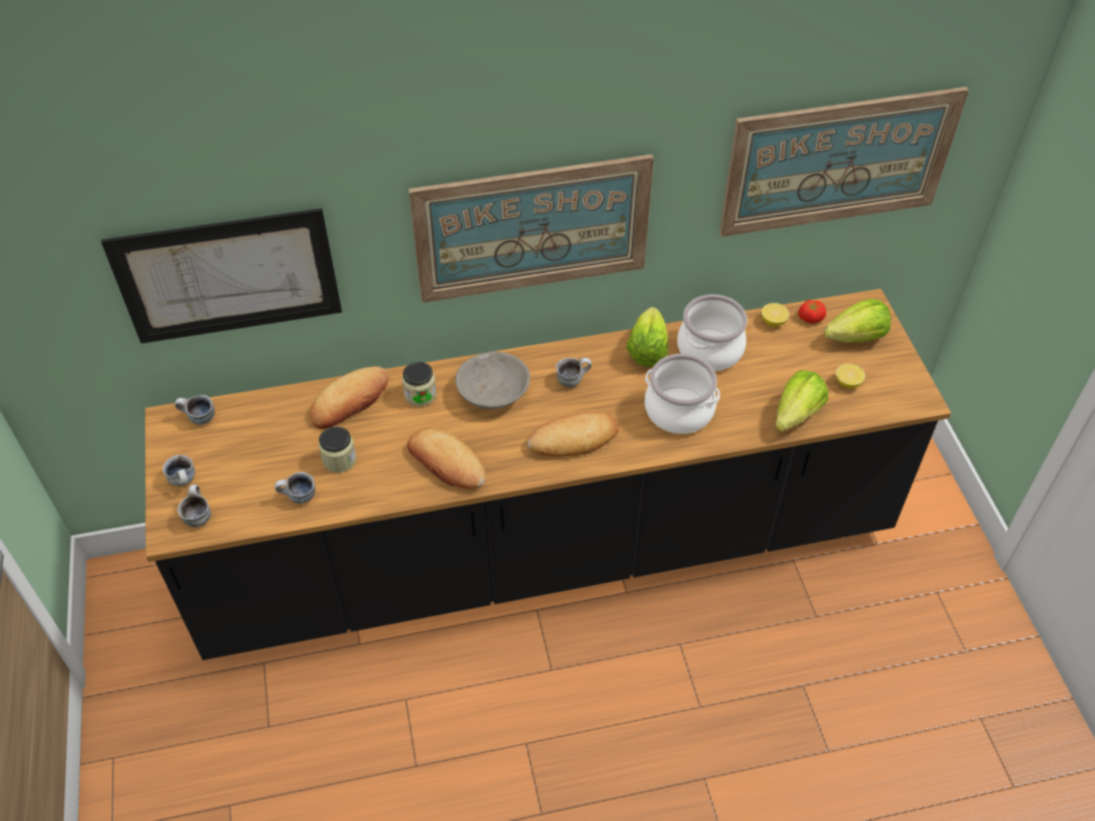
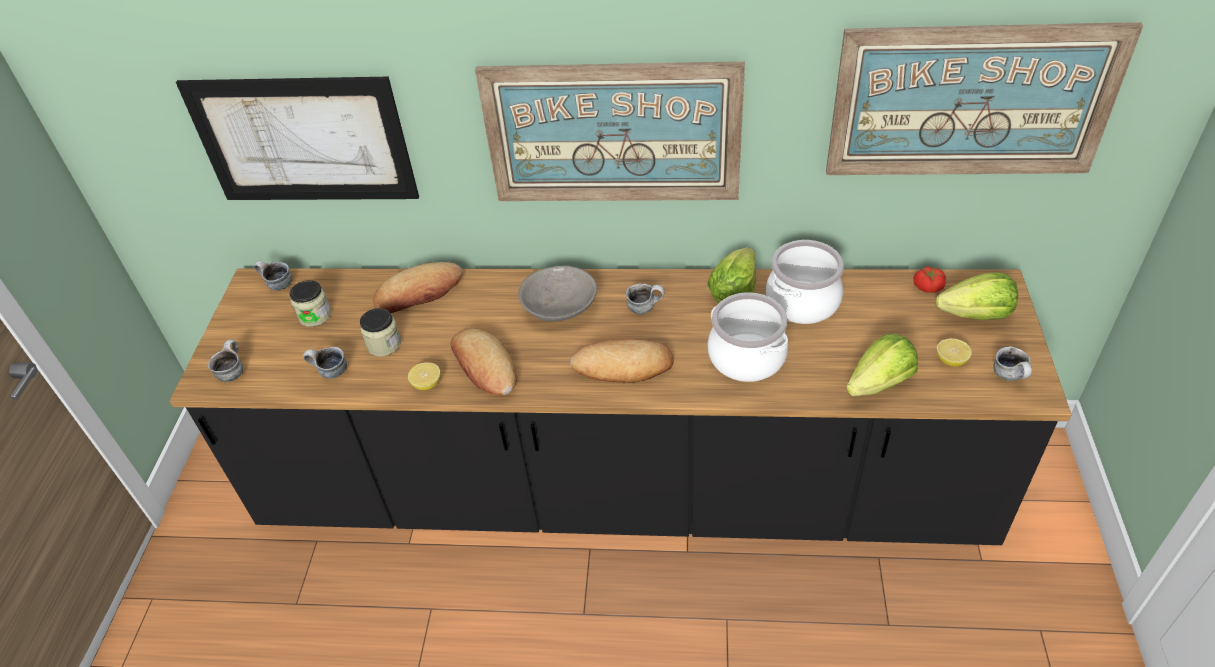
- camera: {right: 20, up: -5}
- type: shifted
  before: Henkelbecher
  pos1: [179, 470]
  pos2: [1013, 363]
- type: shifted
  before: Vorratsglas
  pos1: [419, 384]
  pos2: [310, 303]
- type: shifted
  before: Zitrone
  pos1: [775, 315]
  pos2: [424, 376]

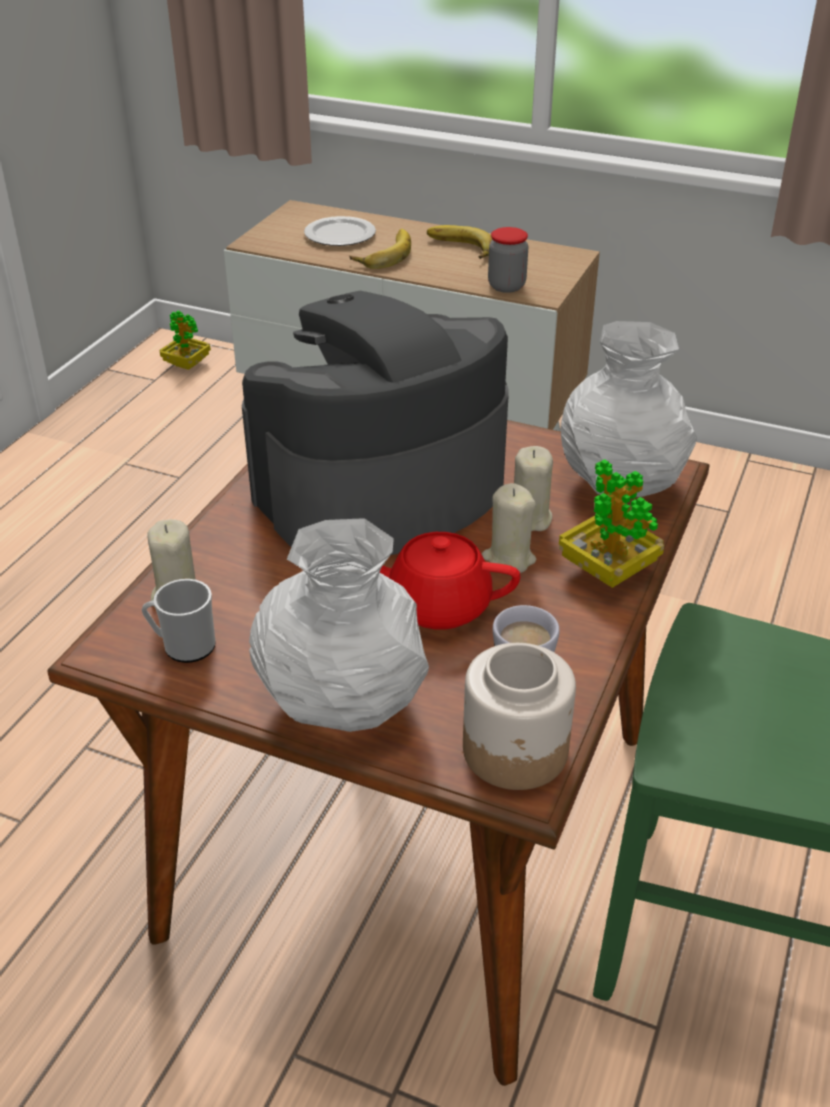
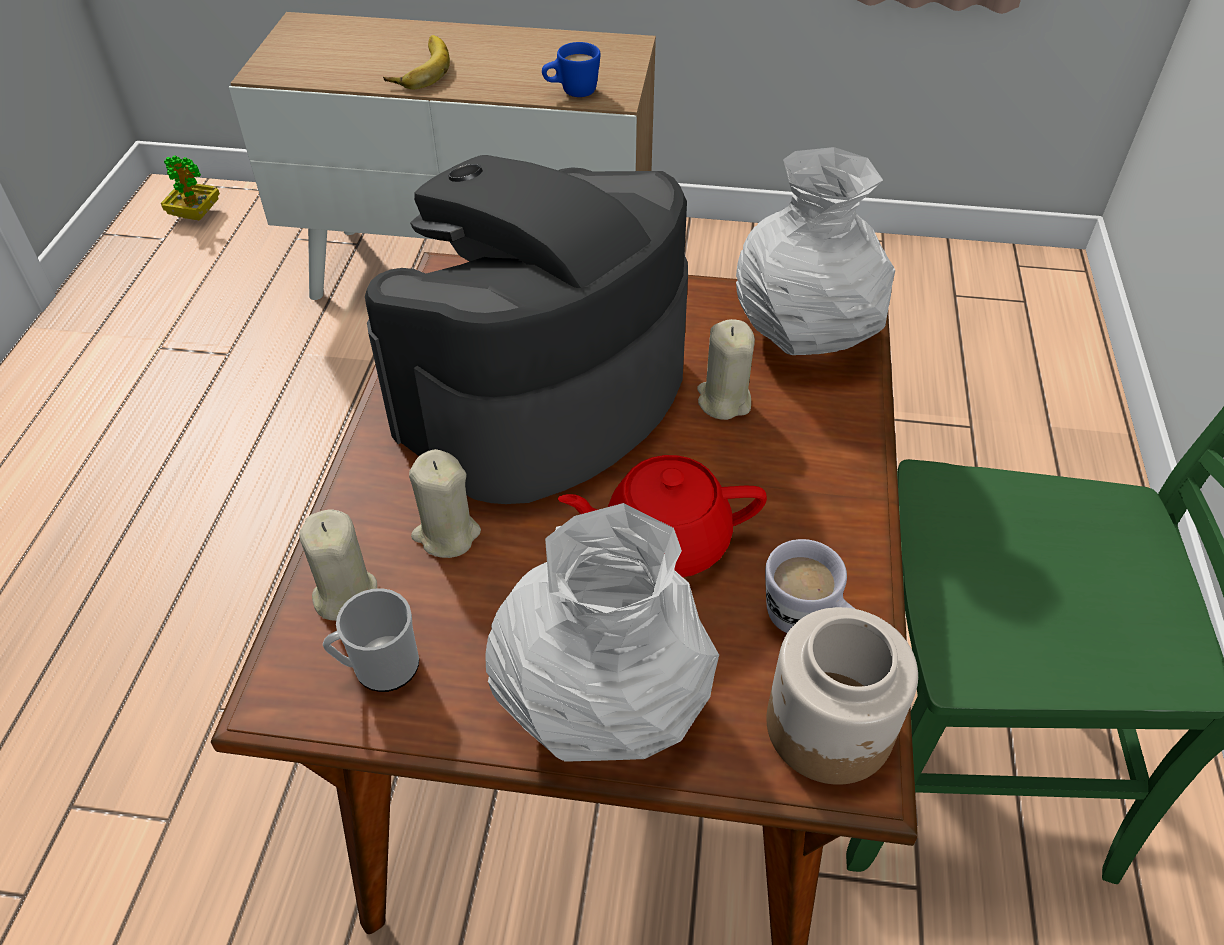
- camera: {right: -15, up: 10}
- type: gone
  before: Teller
  pos1: [340, 231]
- type: gone
  before: Banane
  pos1: [460, 242]
- type: gone
  before: Topfpflanze
  pos1: [611, 523]
- type: shifted
  before: Kerze (beige)
  pos1: [509, 528]
  pos2: [445, 503]
- type: swapped
  before: Vorratsglas
  after: Henkelbecher (blau)
  pos1: [508, 260]
  pos2: [571, 69]

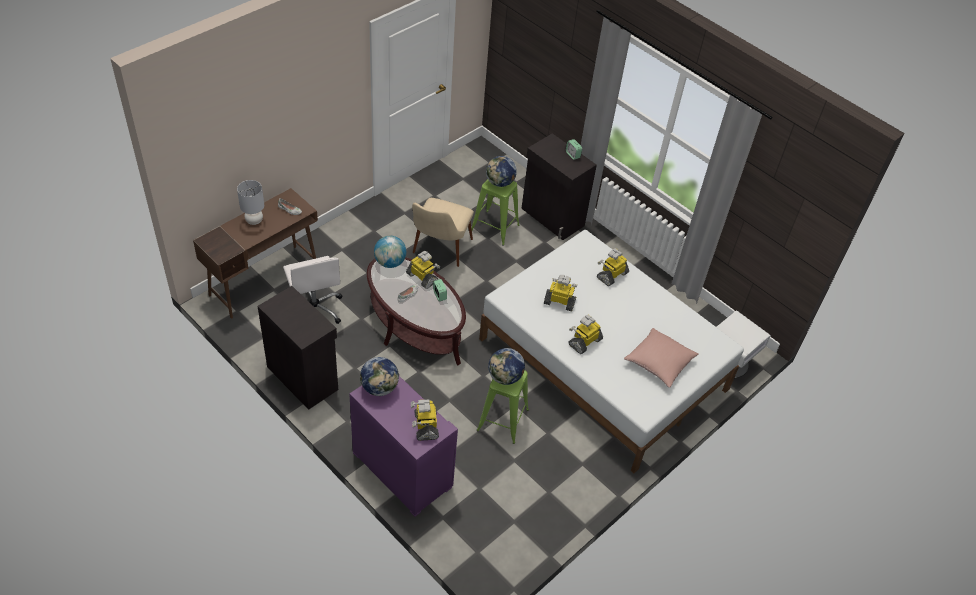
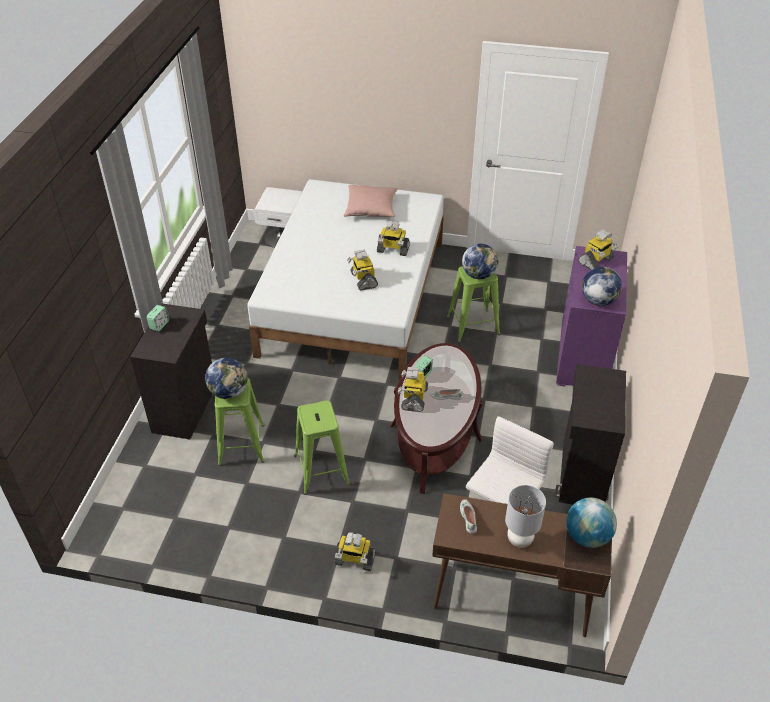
- camera: {right: -120, up: -5}
- type: shifted
  before: Globus
  pos1: [390, 252]
  pos2: [591, 523]
- type: shifted
  before: Spielzeugroboter
  pos1: [613, 267]
  pos2: [355, 551]
- type: swapped
  before: Stuhl (beige)
  after: Hocker (grün)
  pos1: [443, 232]
  pos2: [322, 447]

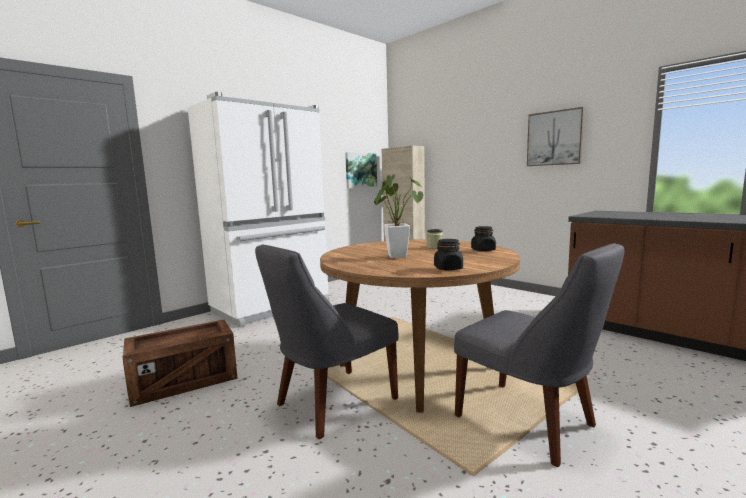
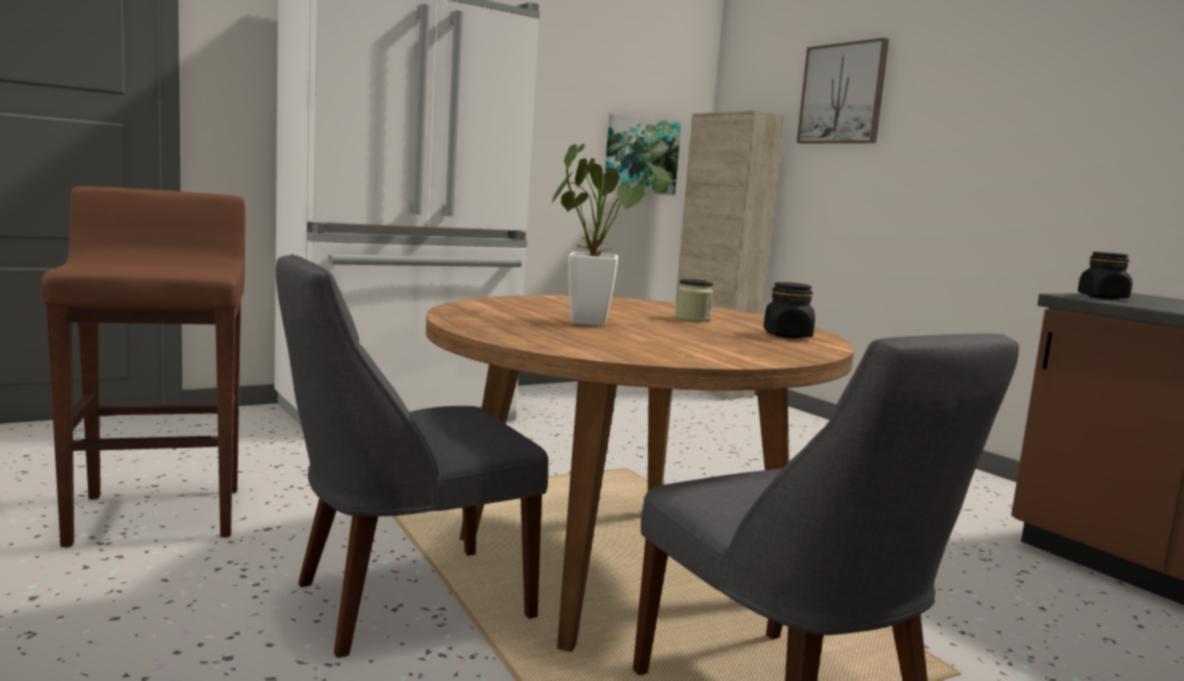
- camera: {right: 10, up: 0}
- type: shifted
  before: Vorratsglas (schwarz)
  pos1: [448, 255]
  pos2: [1105, 275]
- type: shifted
  before: Bild
  pos1: [556, 136]
  pos2: [843, 91]
- type: swapped
  before: Kiste
  after: Hocker (braun)
  pos1: [180, 363]
  pos2: [143, 366]

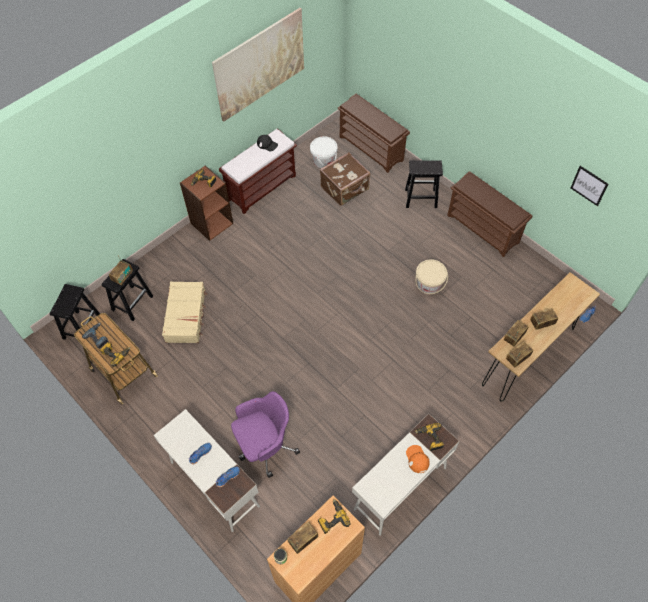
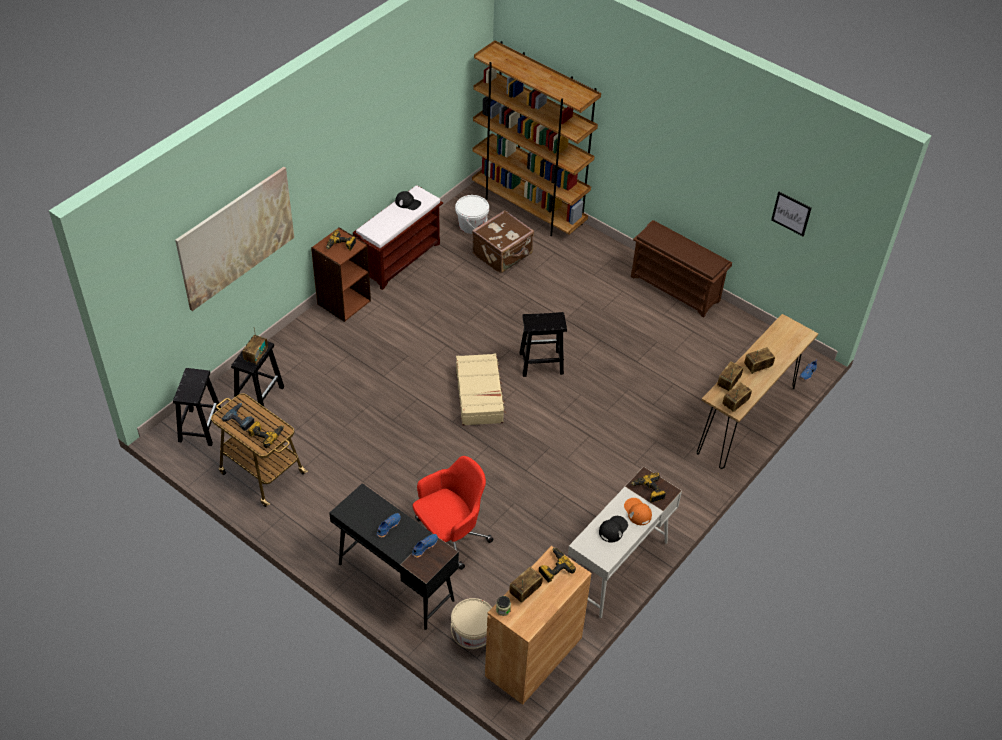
- camera: {right: -10, up: -10}
- type: new
  after: Kappe (schwarz)
  pos2: [613, 529]
- type: shifted
  before: Koffer (beige)
  pos1: [184, 312]
  pos2: [481, 390]
- type: shifted
  before: Bild
  pos1: [258, 65]
  pos2: [234, 239]
- type: shifted
  before: Hocker (schwarz)
  pos1: [424, 184]
  pos2: [543, 344]
- type: shifted
  before: Eimer (beige)
  pos1: [431, 276]
  pos2: [471, 623]
- type: swapped
  before: Schuhregal (braun)
  after: Bücherregal (braun)
  pos1: [374, 133]
  pos2: [536, 138]
- type: repainted
  before: Schreibtisch (weiß)
  after: Schreibtisch (schwarz)
  pos1: [207, 470]
  pos2: [394, 556]
- type: repainted
  before: Bürostuhl (lila)
  after: Bürostuhl (rot)
  pos1: [265, 434]
  pos2: [453, 513]

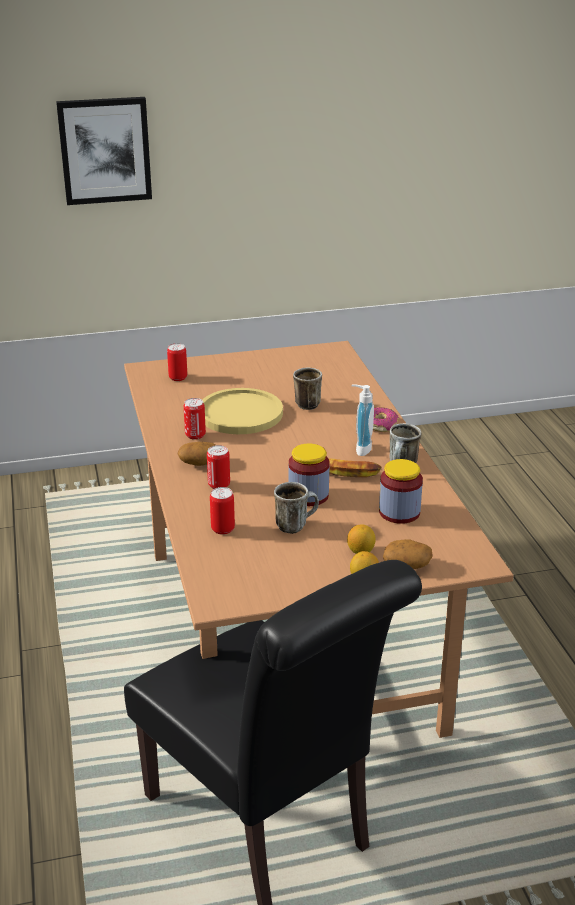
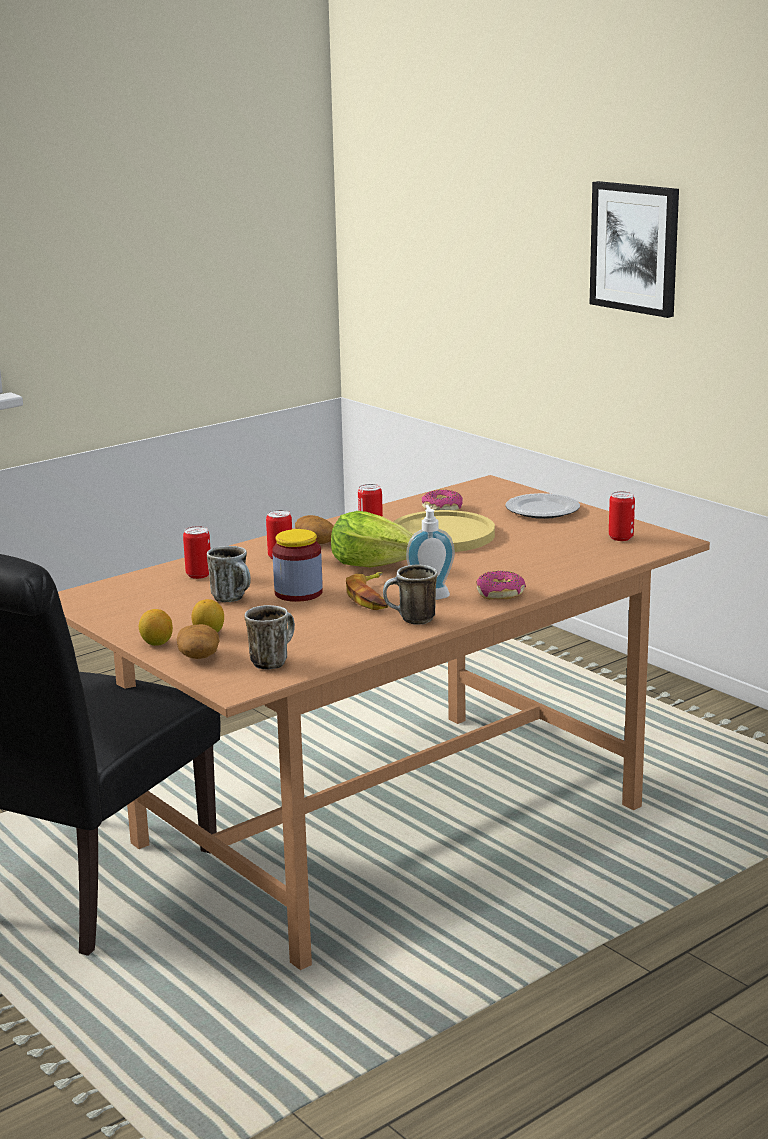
- camera: {right: 65, up: -10}
- type: gone
  before: Vorratsglas
  pos1: [401, 491]
- type: new
  after: Salatkopf
  pos2: [372, 539]
- type: new
  after: Donut
  pos2: [442, 500]
- type: new
  after: Teller
  pos2: [542, 506]
- type: shifted
  before: Dose
  pos1: [177, 362]
  pos2: [622, 516]
- type: shifted
  before: Henkelbecher
  pos1: [307, 388]
  pos2: [269, 637]

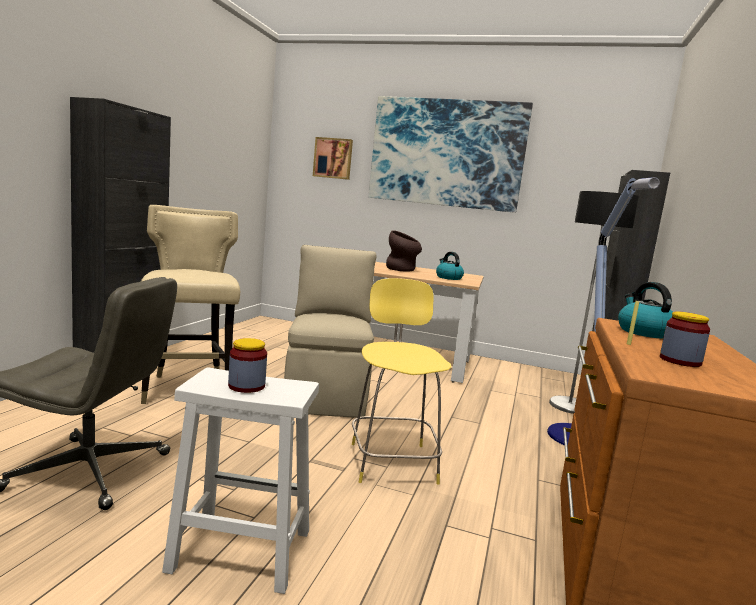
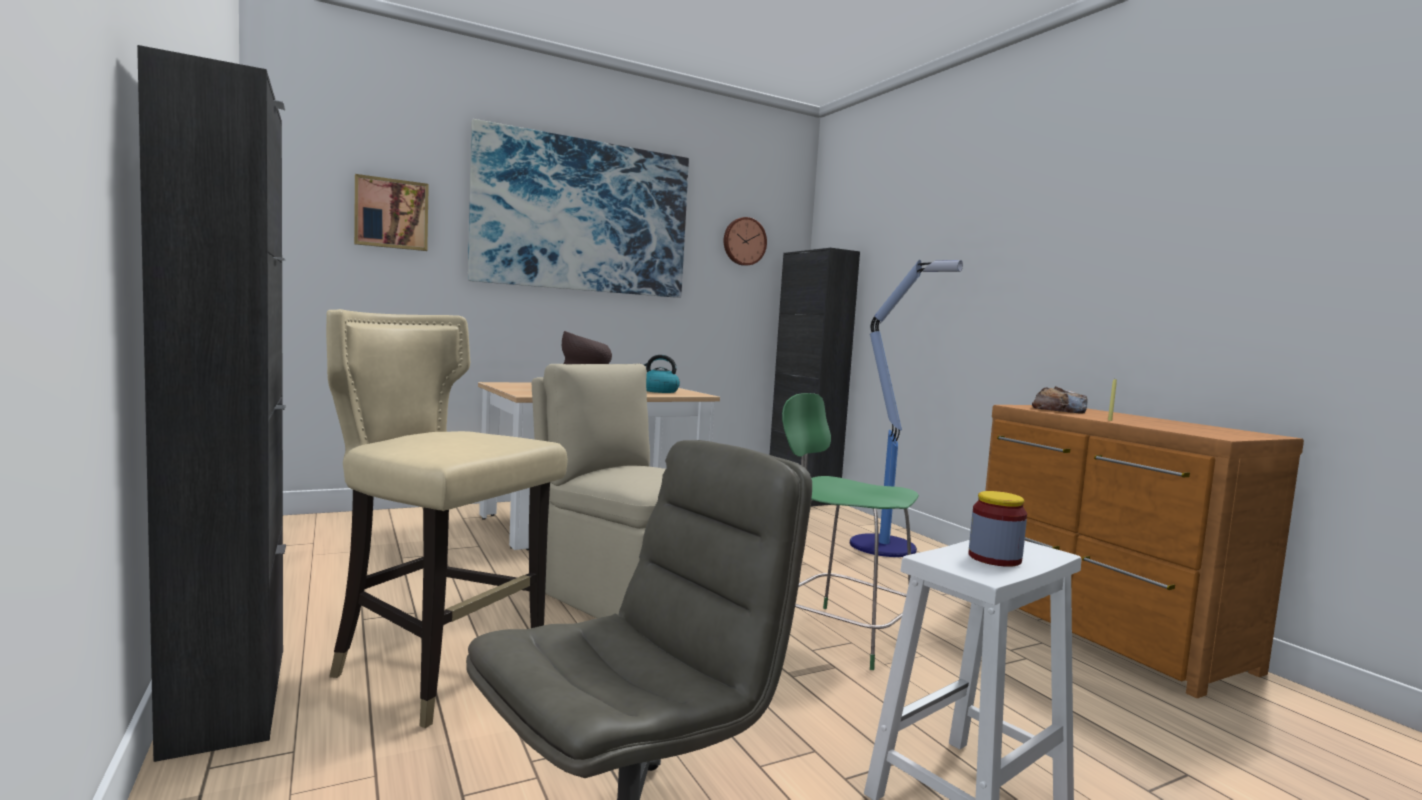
- camera: {right: -45, up: -5}
- type: gone
  before: Stehlampe
  pos1: [594, 302]
- type: gone
  before: Vorratsglas
  pos1: [685, 339]
- type: new
  after: Wanduhr
  pos2: [745, 241]
- type: swapped
  before: Wasserkessel
  after: Brot
  pos1: [645, 310]
  pos2: [1060, 400]
- type: repainted
  before: Hocker (gelb)
  after: Hocker (grün)
  pos1: [401, 381]
  pos2: [850, 531]

